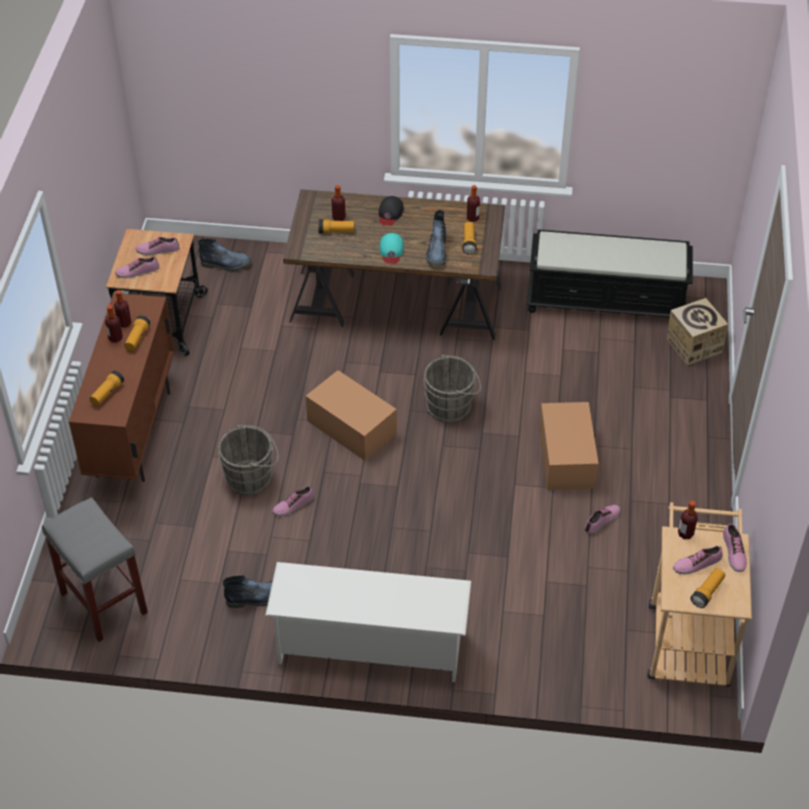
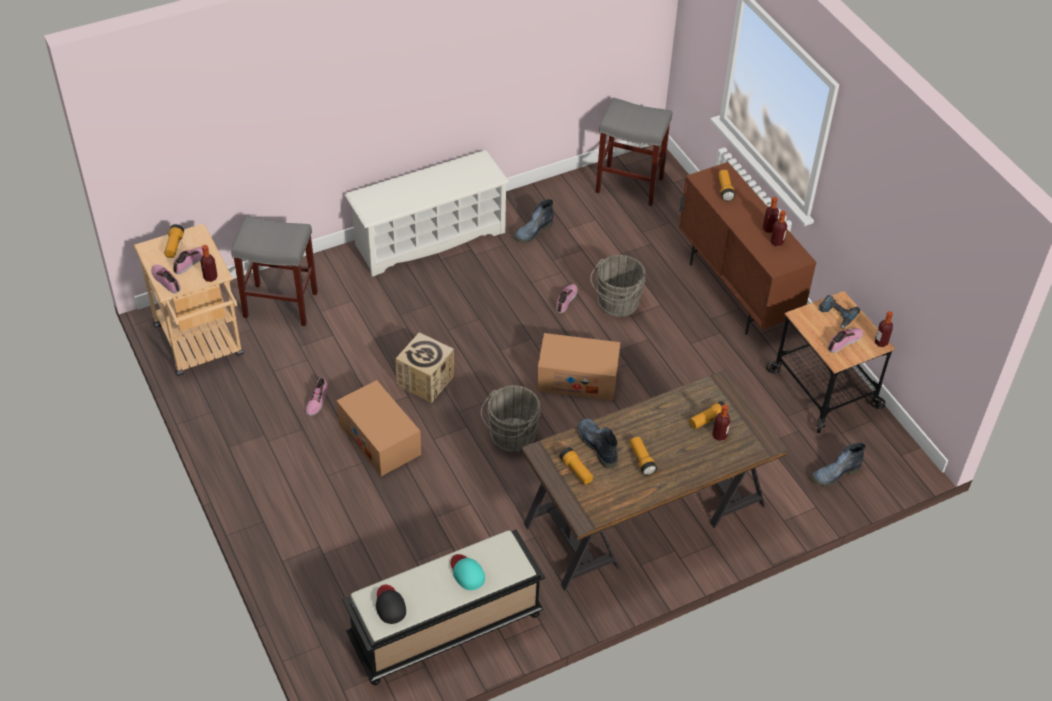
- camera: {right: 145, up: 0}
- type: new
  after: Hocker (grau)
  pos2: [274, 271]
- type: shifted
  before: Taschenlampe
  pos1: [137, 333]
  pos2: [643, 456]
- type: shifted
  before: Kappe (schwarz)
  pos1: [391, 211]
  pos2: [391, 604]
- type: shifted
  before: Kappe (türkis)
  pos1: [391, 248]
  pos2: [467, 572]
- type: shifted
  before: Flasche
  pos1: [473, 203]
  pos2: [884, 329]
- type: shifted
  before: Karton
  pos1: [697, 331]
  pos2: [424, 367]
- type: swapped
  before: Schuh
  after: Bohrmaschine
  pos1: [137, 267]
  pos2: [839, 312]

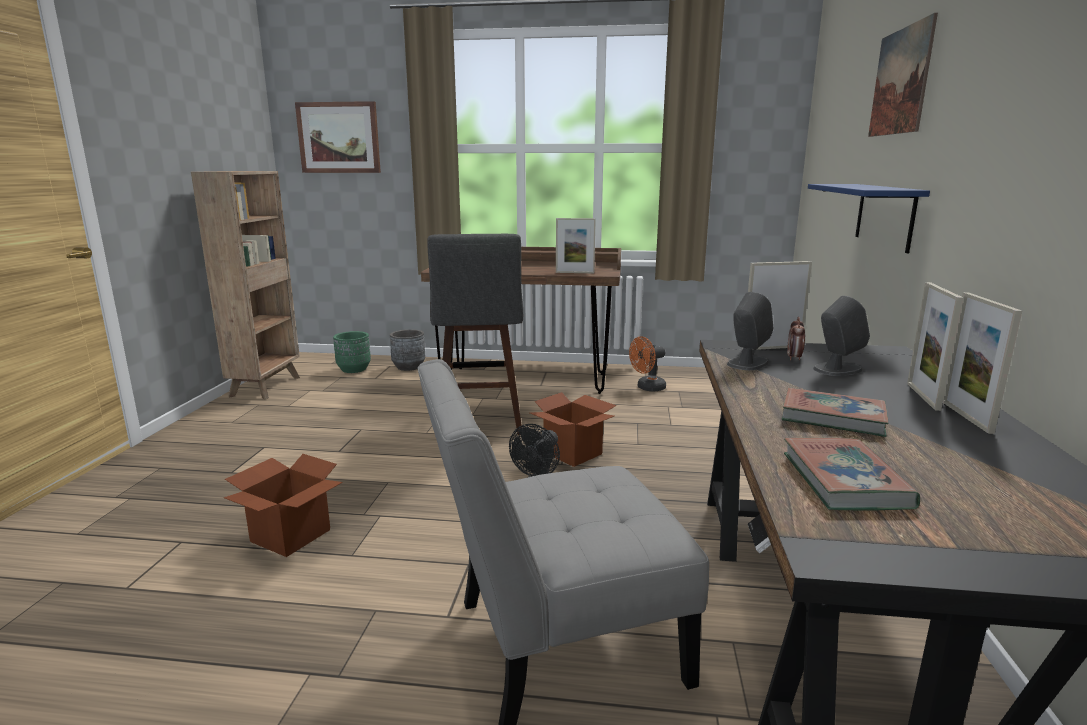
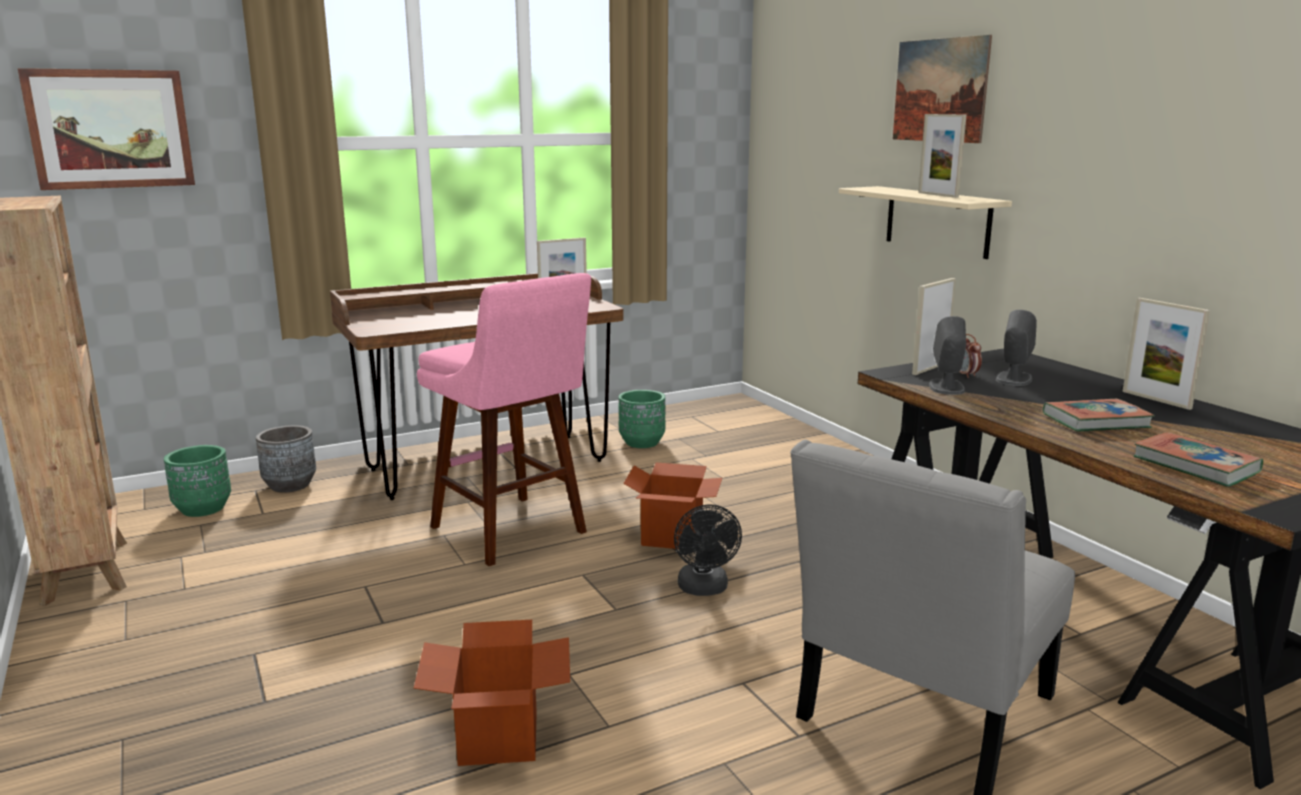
- camera: {right: -35, up: 0}
- type: shifted
  before: Bilderrahmen
  pos1: [935, 346]
  pos2: [942, 156]
- type: swapped
  before: Ventilator (orange)
  after: Pflanzkübel (grün)
  pos1: [647, 364]
  pos2: [642, 419]
- type: repainted
  before: Hocker (grau)
  after: Hocker (rosa)
  pos1: [475, 334]
  pos2: [504, 419]
- type: repainted
  before: Wandregal (blau)
  after: Wandregal (beige)
  pos1: [869, 218]
  pos2: [925, 222]

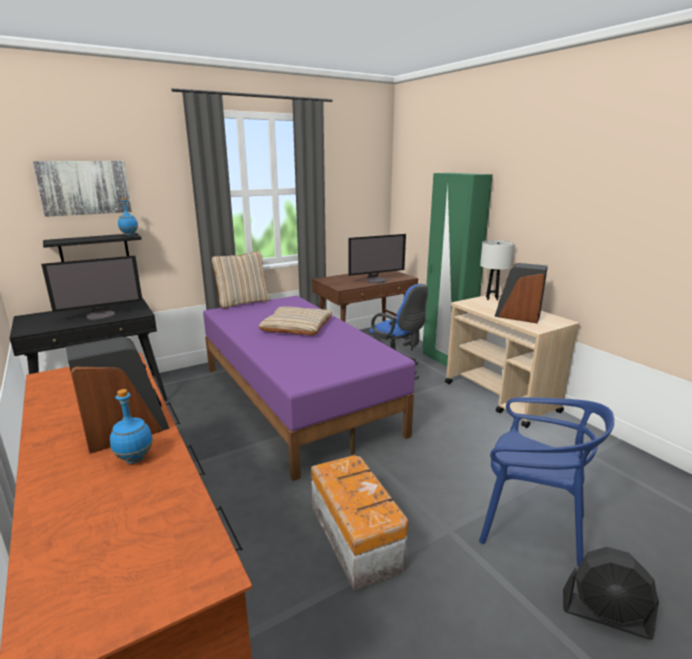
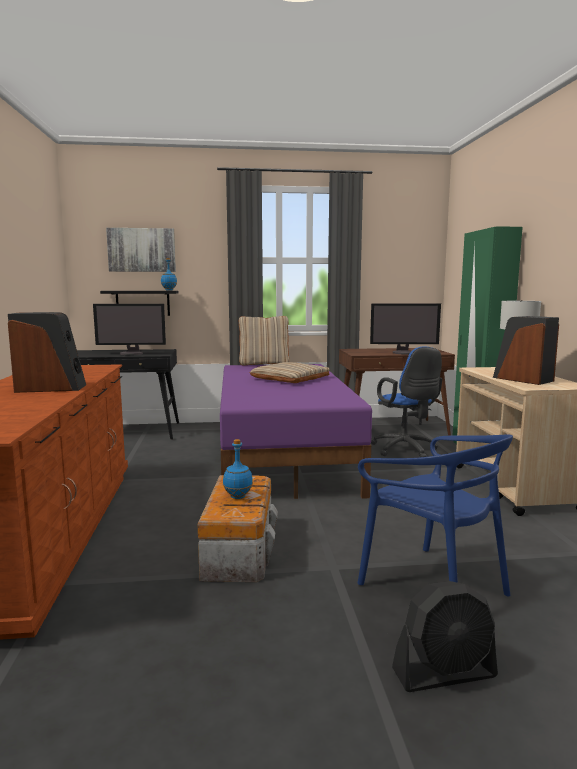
- camera: {right: 25, up: -10}
- type: shifted
  before: Flasche (blau)
  pos1: [131, 426]
  pos2: [238, 469]
- type: rotated
  before: Ventilator (schwarz)
  pos1: [611, 593]
  pos2: [445, 636]
  turn: -60

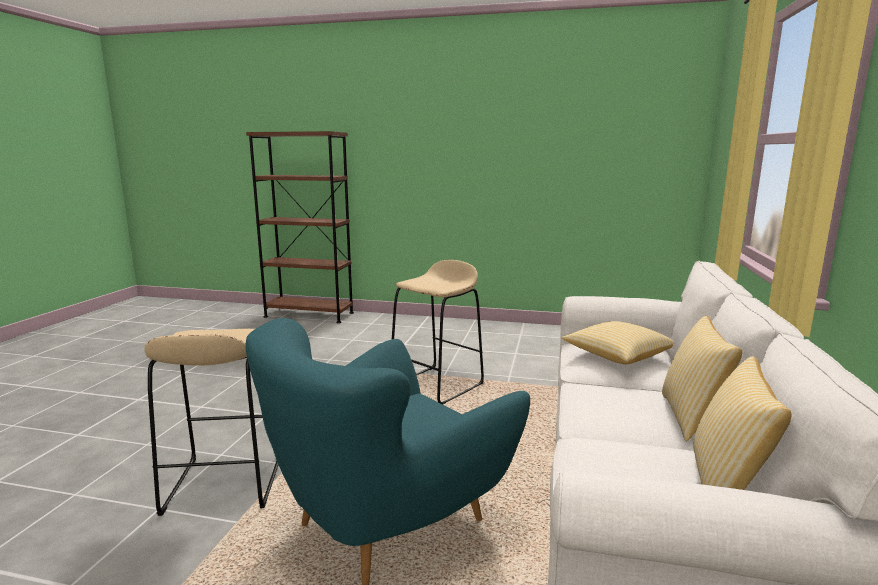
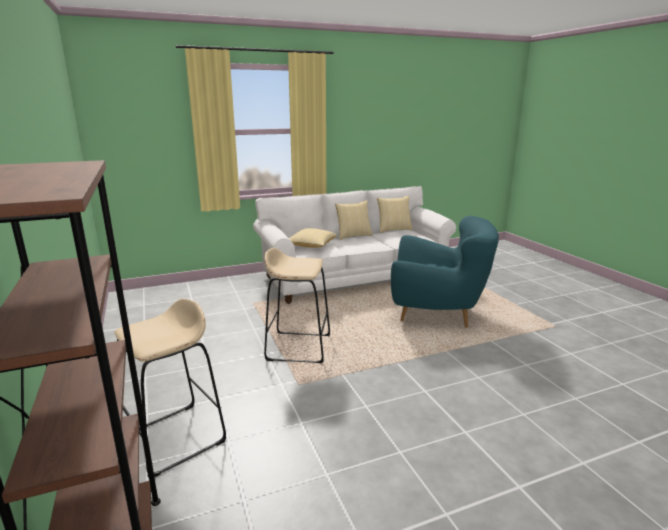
- camera: {right: -125, up: 5}
- type: shifted
  before: Hocker (beige)
  pos1: [211, 422]
  pos2: [170, 388]

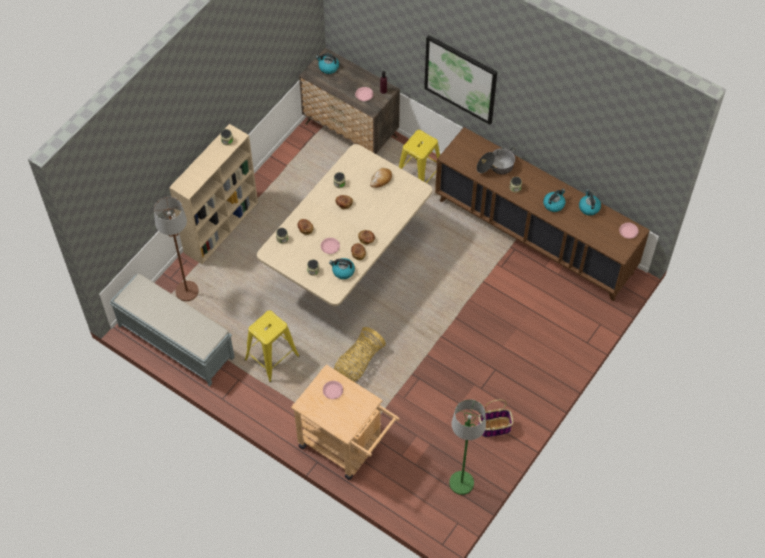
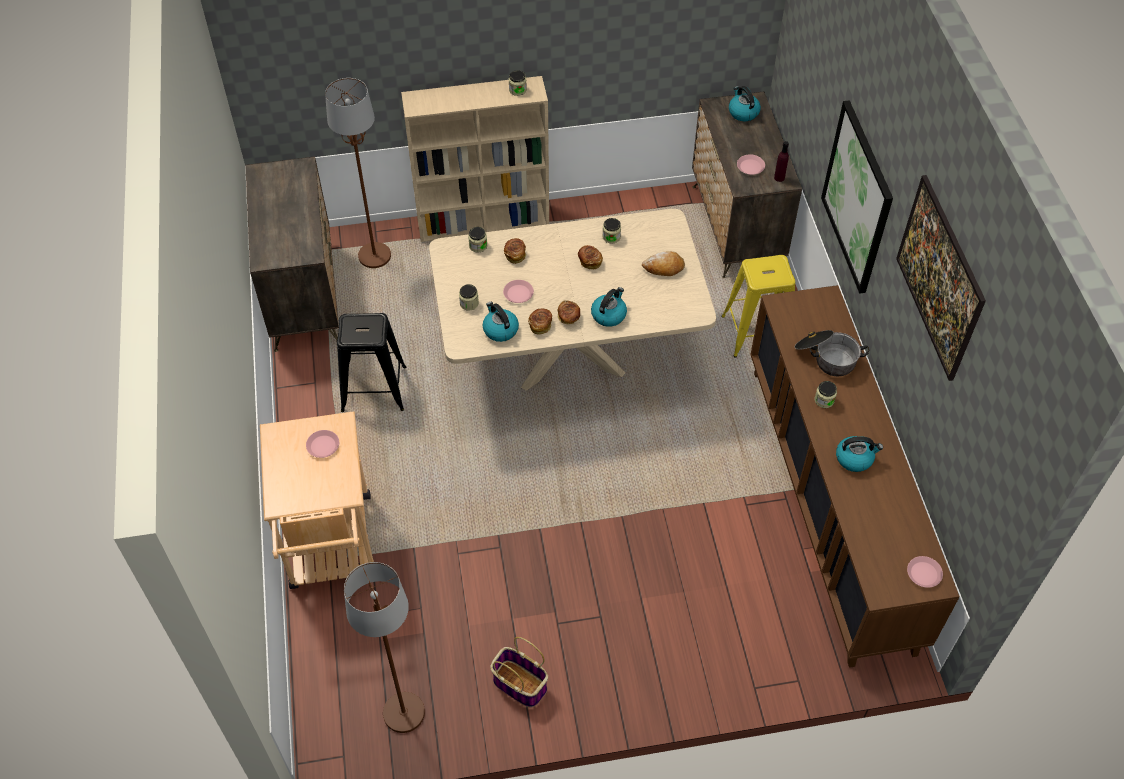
- camera: {right: 45, up: -5}
- type: gone
  before: Korb
  pos1: [360, 354]
- type: new
  after: Bild
  pos2: [941, 278]
- type: shifted
  before: Wasserkessel
  pos1: [590, 202]
  pos2: [609, 307]
- type: swapped
  before: Bank (grau)
  after: Kommode
  pos1: [172, 330]
  pos2: [292, 254]
- type: repainted
  before: Hocker (gelb)
  after: Hocker (schwarz)
  pos1: [272, 346]
  pos2: [371, 362]
- type: repainted
  before: Stehlampe (grün)
  after: Stehlampe (braun)
  pos1: [467, 447]
  pos2: [384, 647]

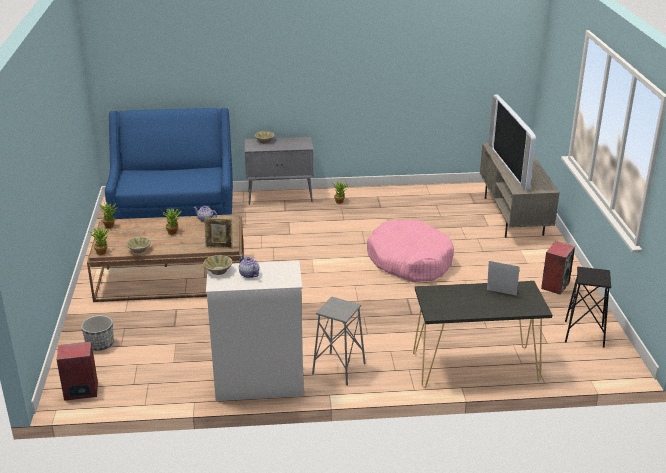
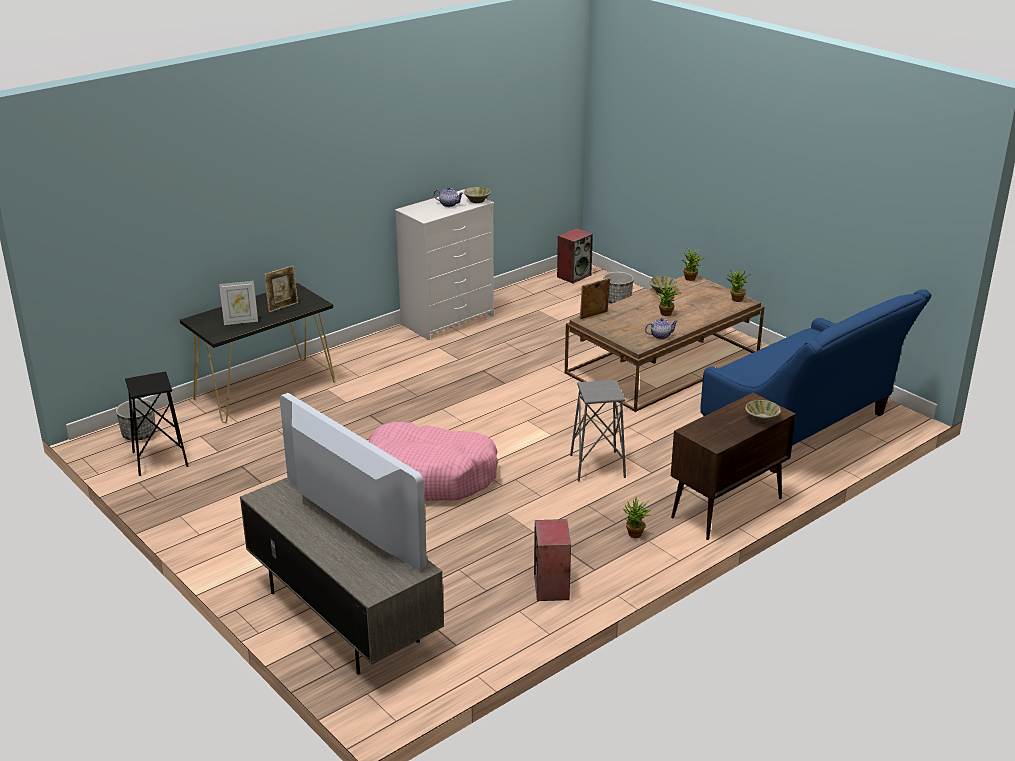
- camera: {right: 145, up: 0}
- type: new
  after: Pflanzkübel
  pos2: [136, 420]
- type: new
  after: Bilderrahmen
  pos2: [281, 289]
- type: shifted
  before: Hocker (grau)
  pos1: [339, 341]
  pos2: [598, 430]
- type: shifted
  before: Lautsprecher
  pos1: [558, 268]
  pos2: [552, 560]
- type: repainted
  before: Schrank (grau)
  after: Schrank (braun)
  pos1: [279, 171]
  pos2: [733, 466]

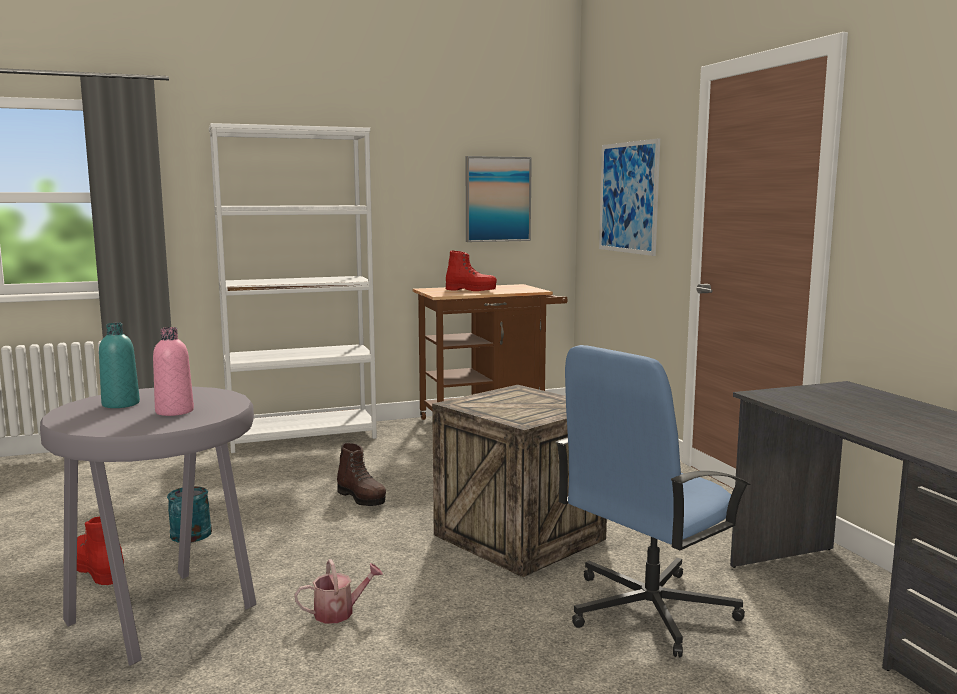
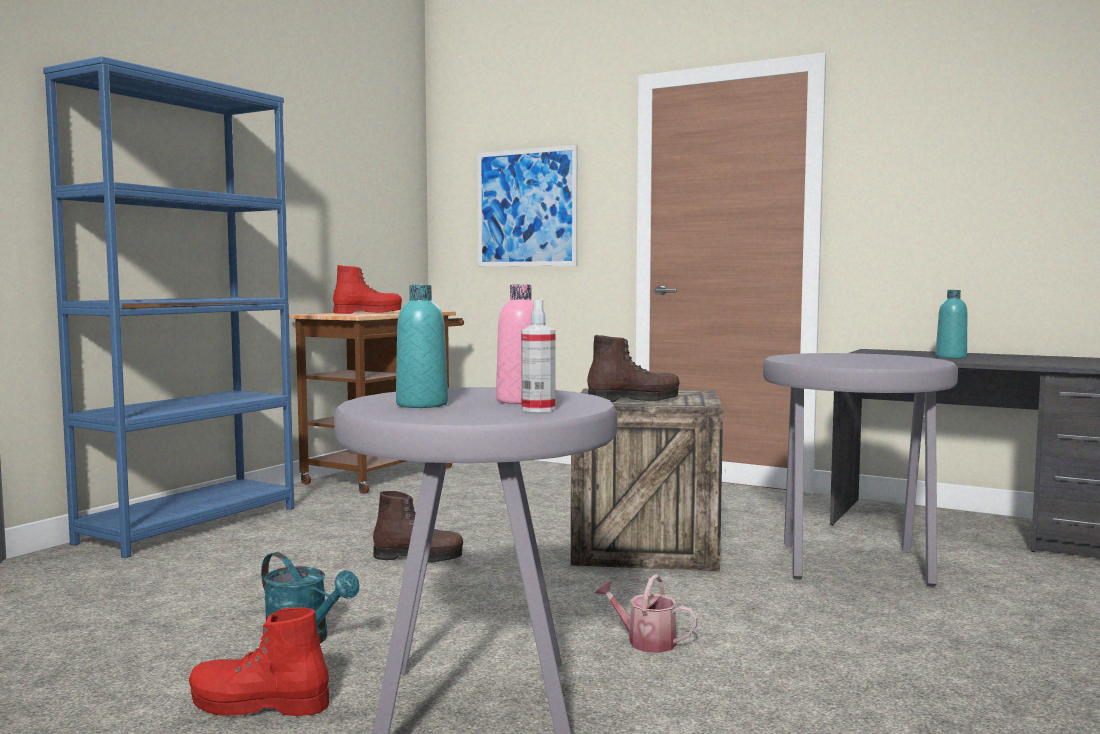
- camera: {right: -40, up: -5}
- type: gone
  before: Bild
  pos1: [499, 199]
- type: new
  after: Sprühflasche
  pos2: [538, 355]
- type: new
  after: Stiefel (braun)
  pos2: [633, 368]
- type: new
  after: Flasche (türkis)
  pos2: [951, 324]
- type: swapped
  before: Bürostuhl (blau)
  after: Hocker (grau)
  pos1: [653, 501]
  pos2: [860, 470]
- type: repainted
  before: Bücherregal (weiß)
  after: Bücherregal (blau)
  pos1: [293, 288]
  pos2: [168, 307]
- type: rotated
  before: Gießkanne
  pos1: [338, 591]
  pos2: [646, 613]
  turn: -90

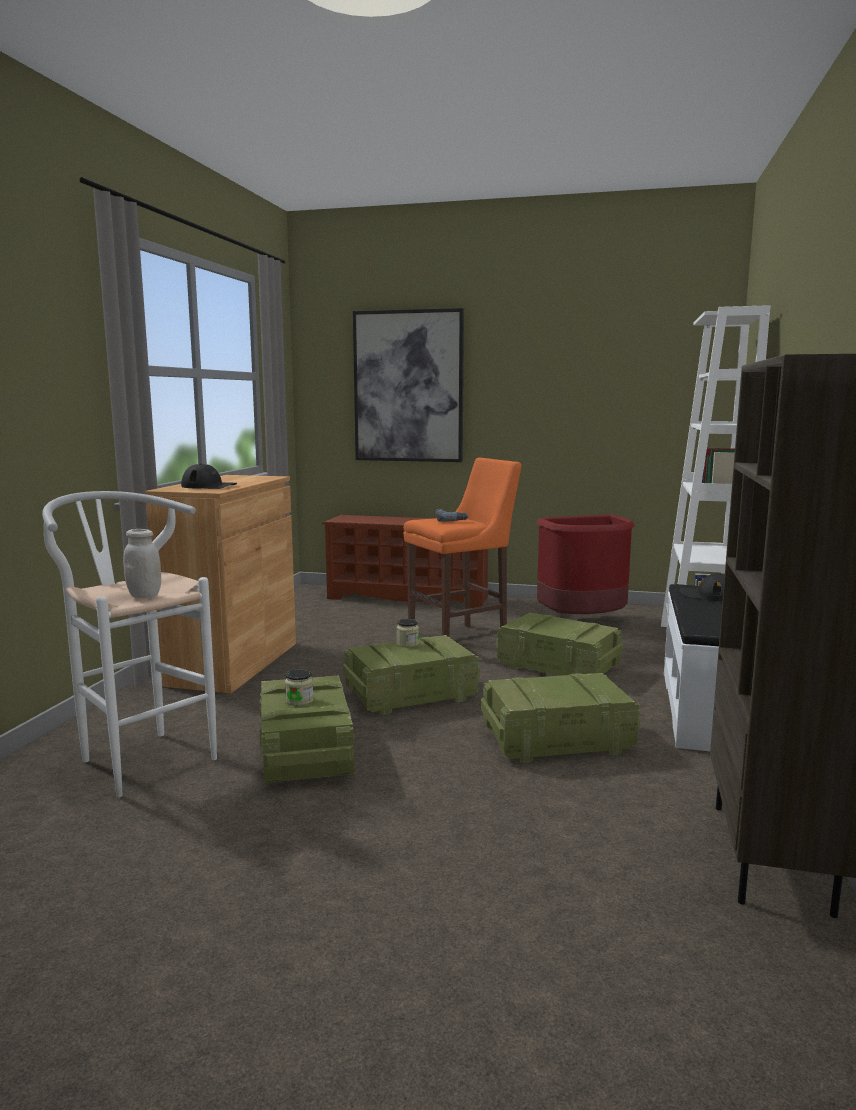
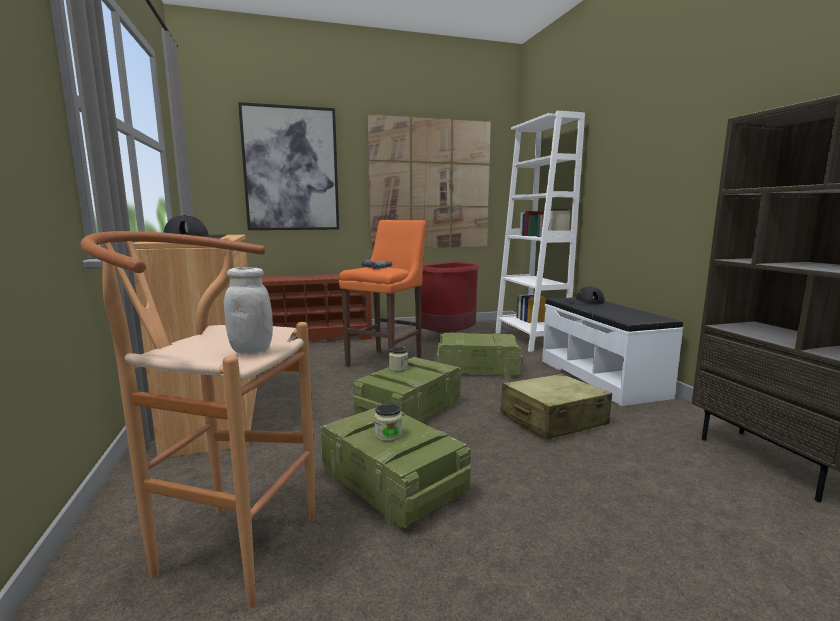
- camera: {right: -30, up: 0}
- type: new
  after: Bild
  pos2: [429, 181]
- type: swapped
  before: Kiste
  after: Koffer (beige)
  pos1: [560, 718]
  pos2: [556, 407]
- type: repainted
  before: Hocker (weiß)
  after: Hocker (braun)
  pos1: [129, 644]
  pos2: [198, 420]

